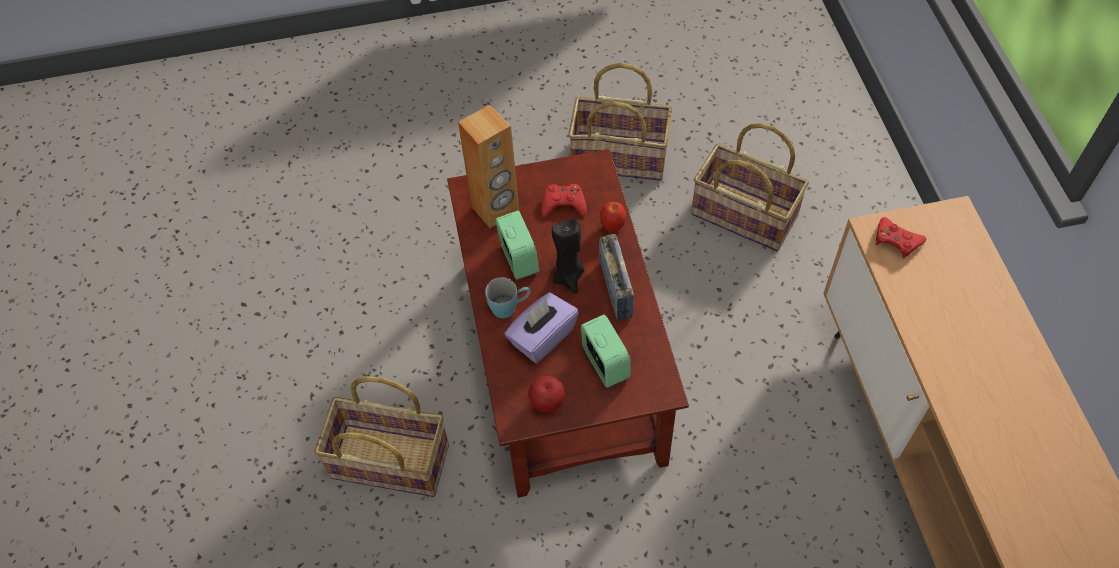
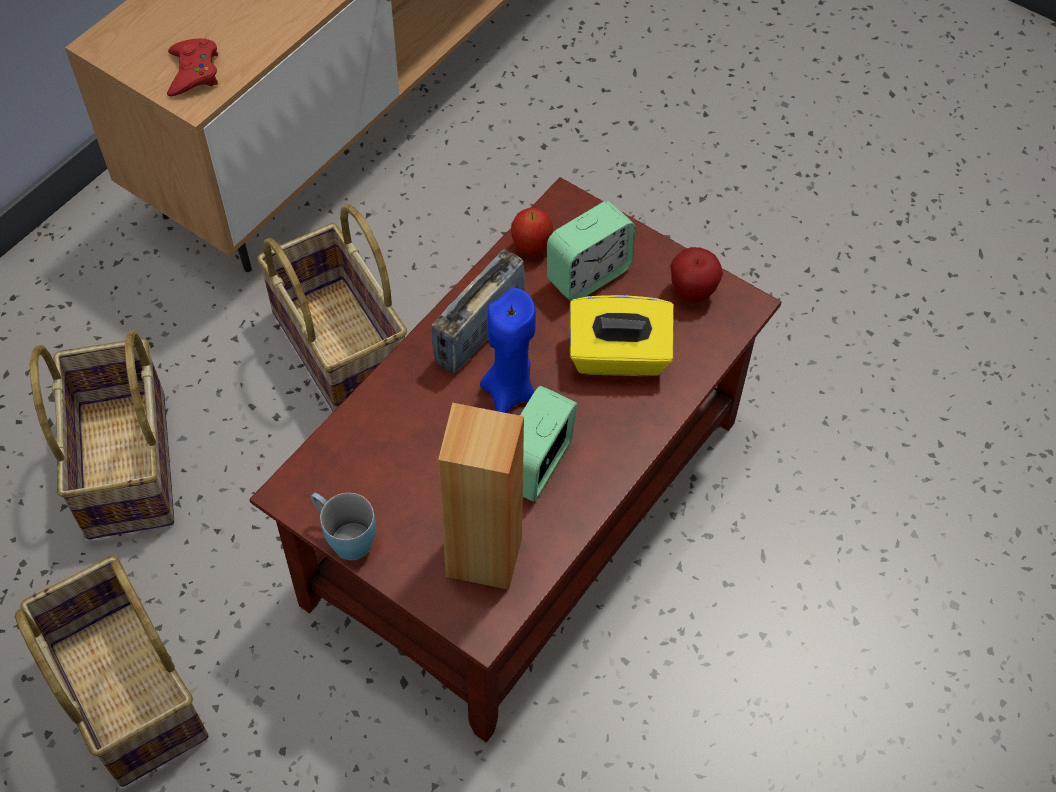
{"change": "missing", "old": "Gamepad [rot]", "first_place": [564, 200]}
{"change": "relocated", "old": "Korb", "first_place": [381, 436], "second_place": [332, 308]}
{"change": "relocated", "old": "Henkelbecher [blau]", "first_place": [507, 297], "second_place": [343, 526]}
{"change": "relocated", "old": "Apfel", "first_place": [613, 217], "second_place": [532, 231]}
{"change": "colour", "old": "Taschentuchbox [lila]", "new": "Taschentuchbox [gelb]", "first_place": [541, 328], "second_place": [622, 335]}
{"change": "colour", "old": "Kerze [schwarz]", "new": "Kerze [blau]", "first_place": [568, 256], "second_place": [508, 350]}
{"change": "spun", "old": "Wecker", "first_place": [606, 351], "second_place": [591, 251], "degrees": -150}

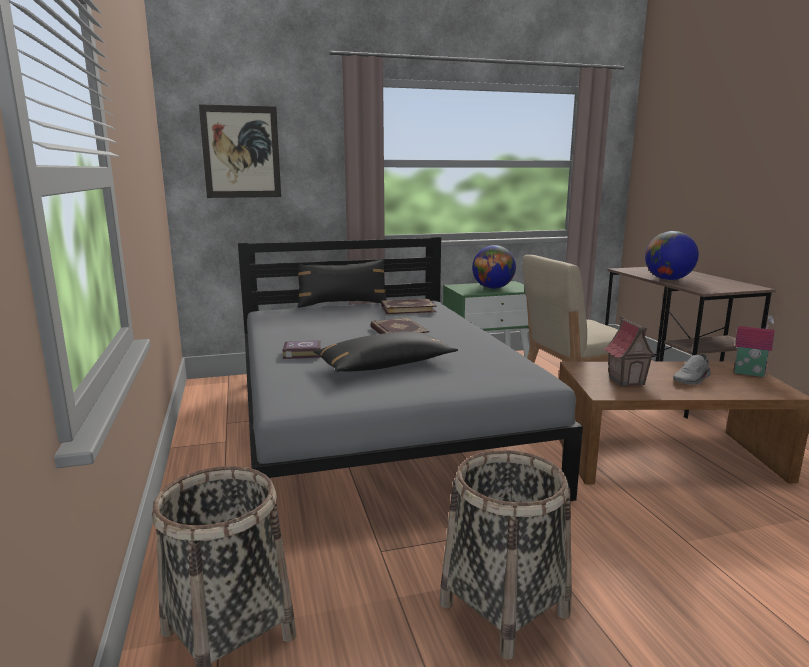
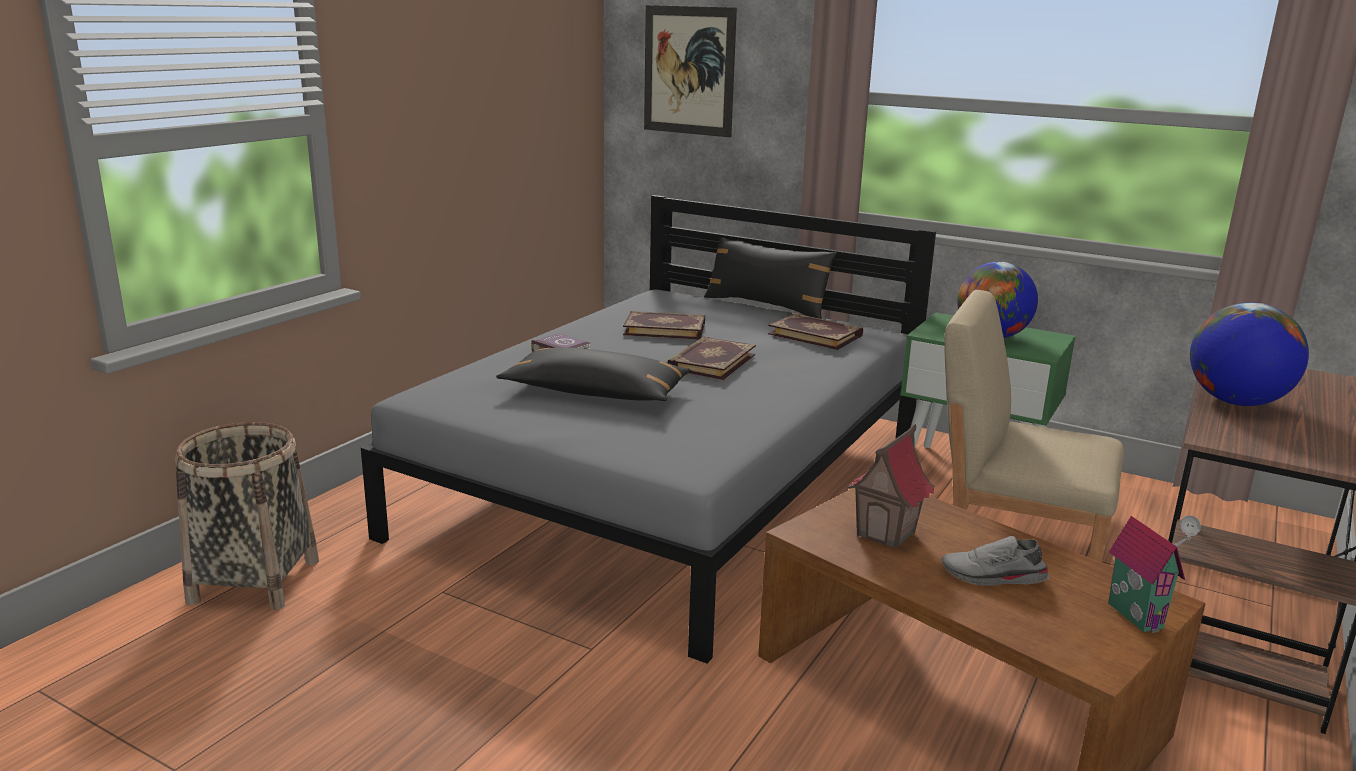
{"change": "missing", "old": "Korb", "first_place": [505, 555]}
{"change": "appeared", "new": "Buch", "second_place": [664, 325]}

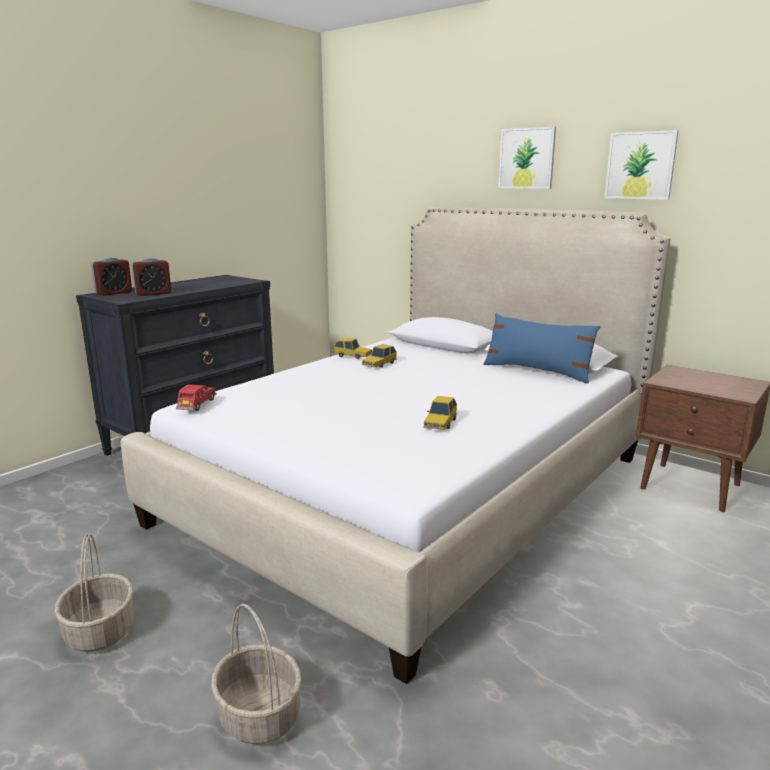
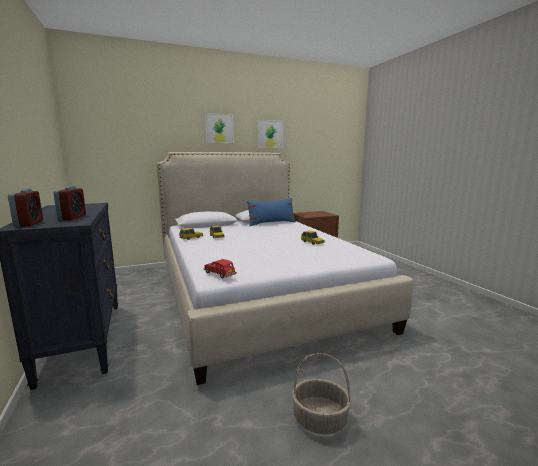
{"change": "missing", "old": "Korb", "first_place": [256, 674]}

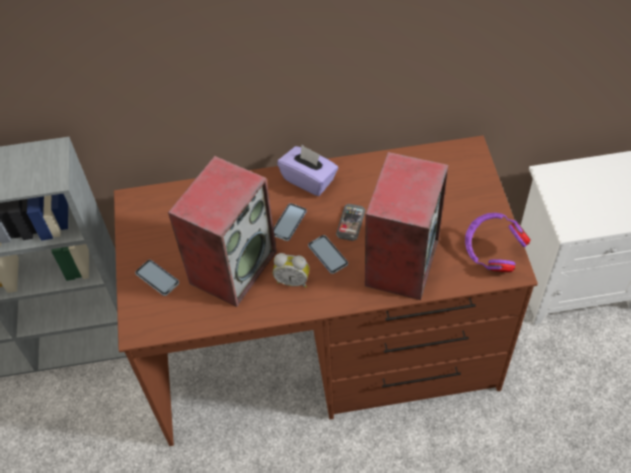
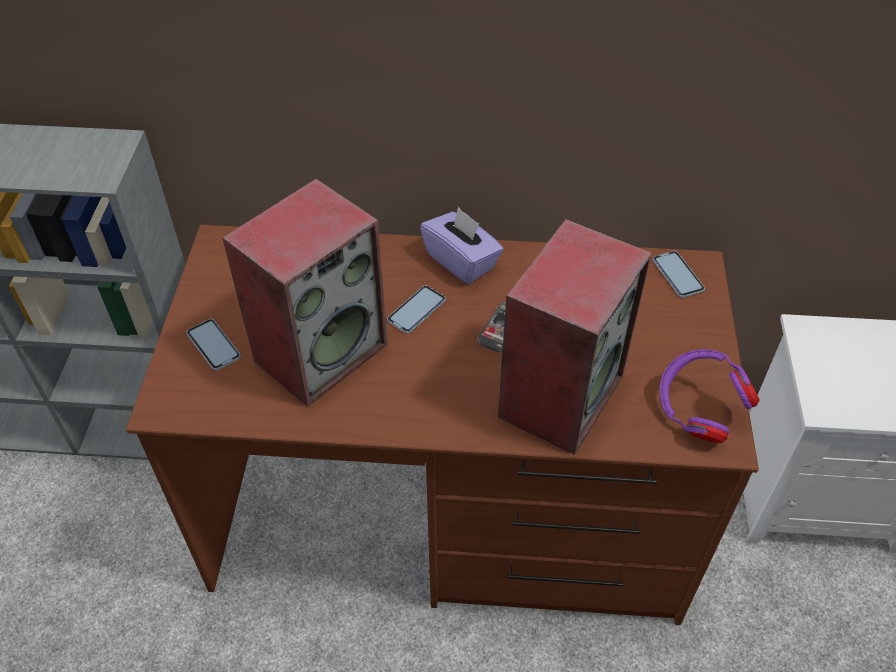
{"change": "missing", "old": "Wecker", "first_place": [291, 270]}
{"change": "relocated", "old": "Handy", "first_place": [328, 254], "second_place": [679, 274]}

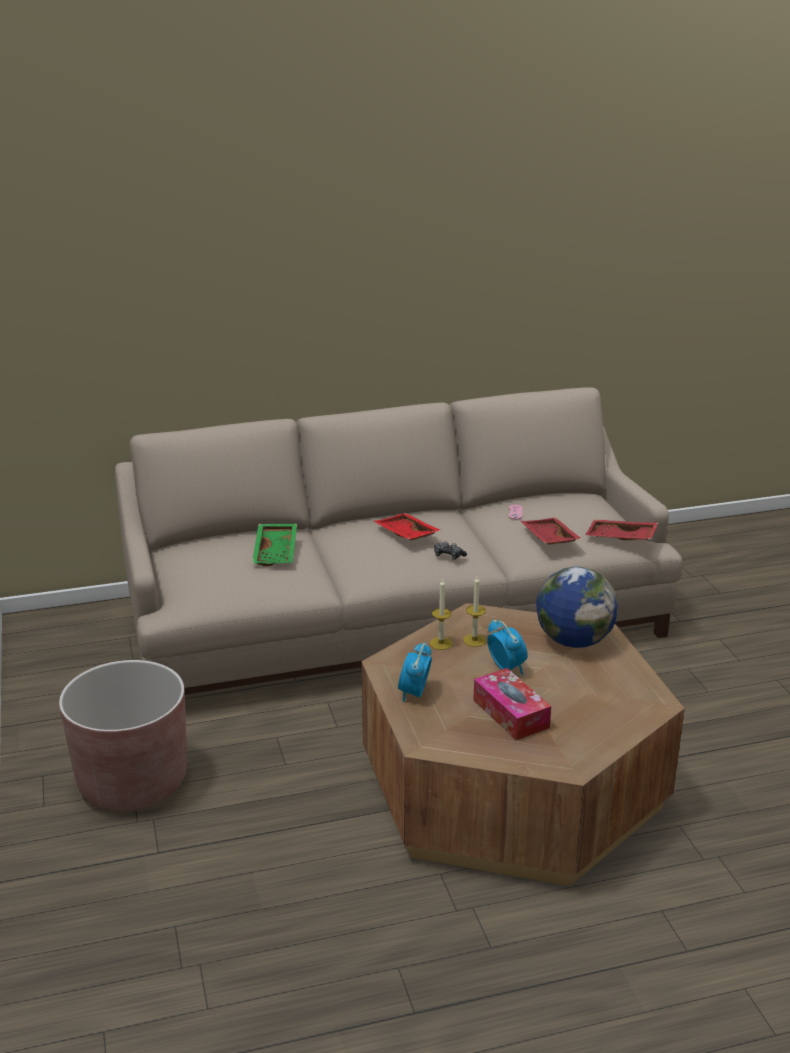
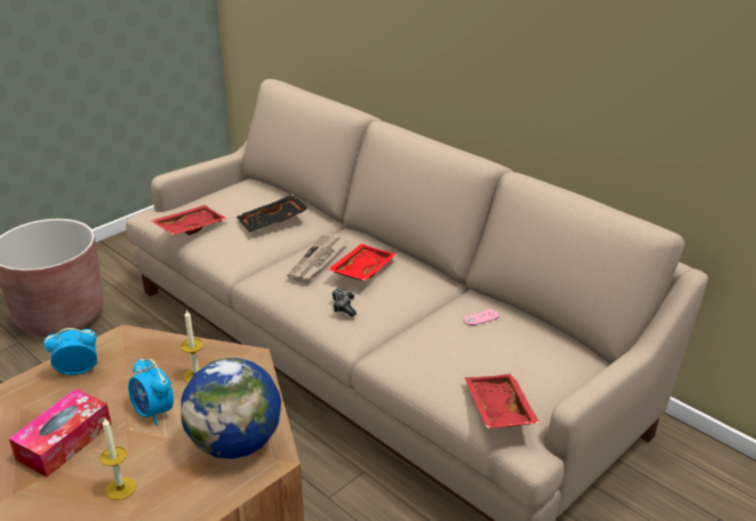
{"change": "appeared", "new": "Zeitung", "second_place": [317, 258]}
{"change": "relocated", "old": "Kerze", "first_place": [441, 614], "second_place": [118, 458]}
{"change": "relocated", "old": "Tablett [rot]", "first_place": [551, 531], "second_place": [188, 220]}
{"change": "colour", "old": "Tablett [grün]", "new": "Tablett [schwarz]", "first_place": [274, 545], "second_place": [272, 213]}
{"change": "spun", "old": "Wecker", "first_place": [507, 647], "second_place": [151, 391], "degrees": 105}

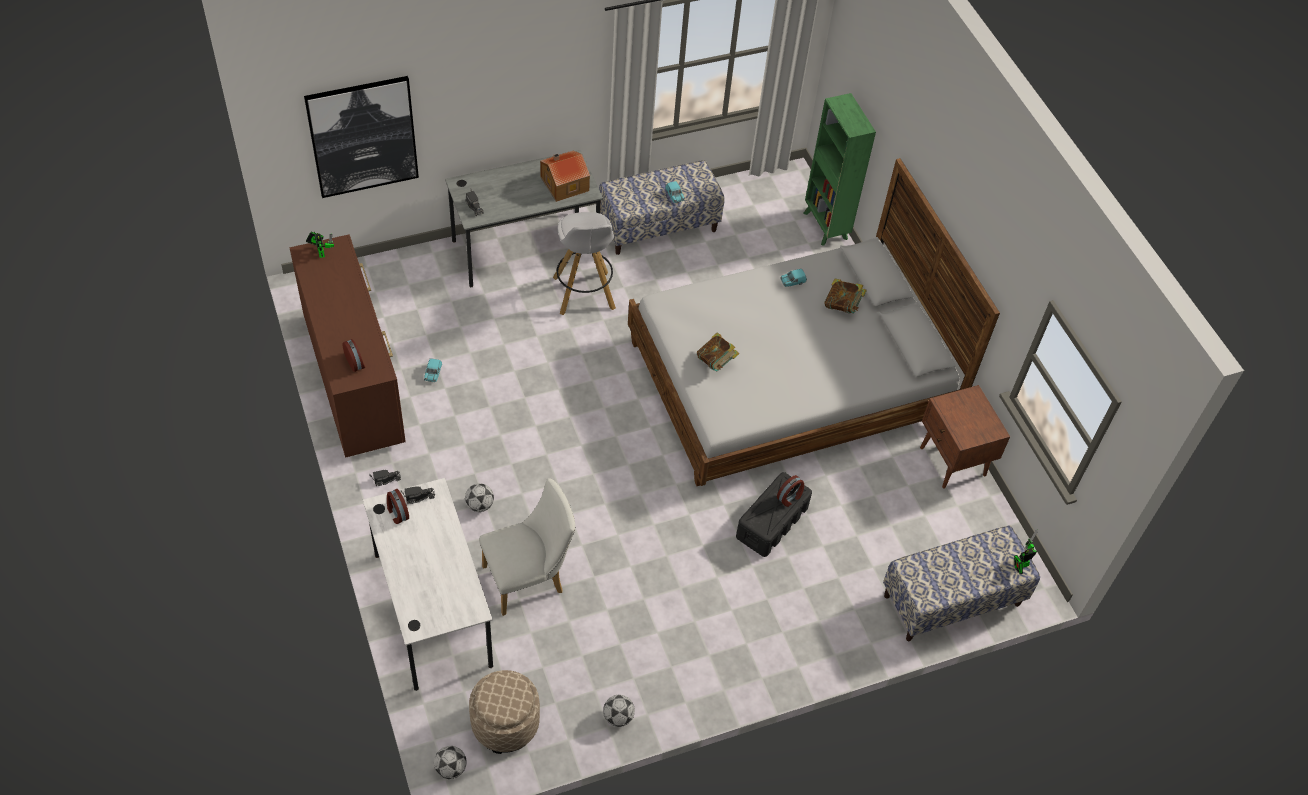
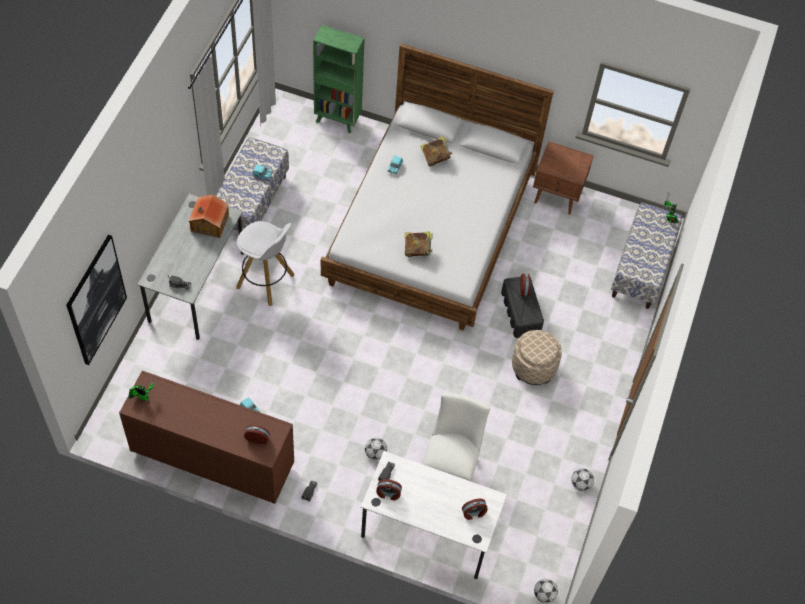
{"change": "appeared", "new": "Wecker", "second_place": [475, 509]}
{"change": "relocated", "old": "Polsterhocker [beige]", "first_place": [504, 712], "second_place": [537, 357]}

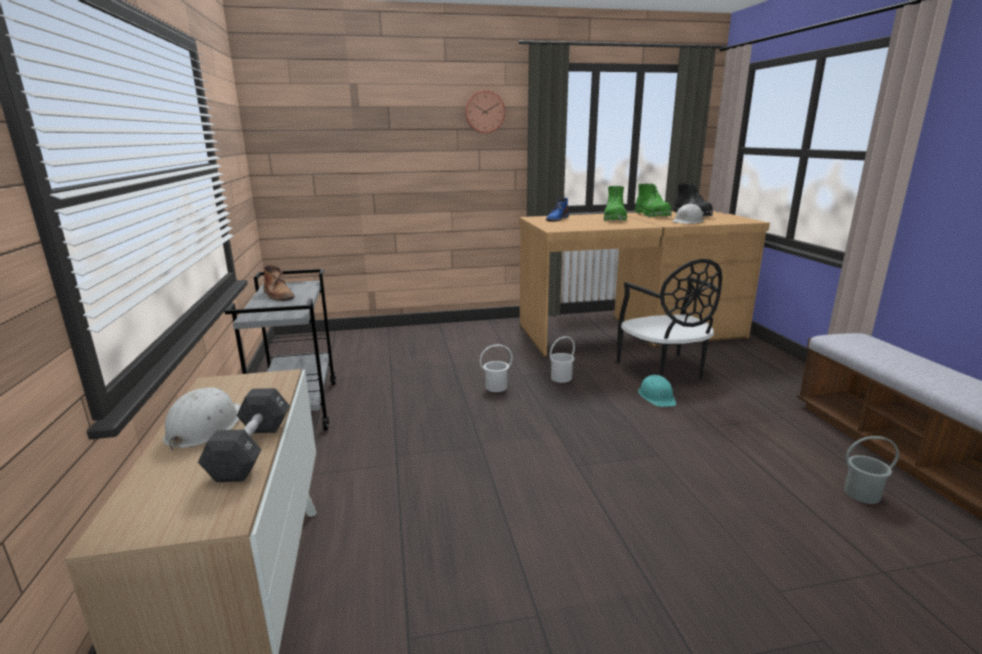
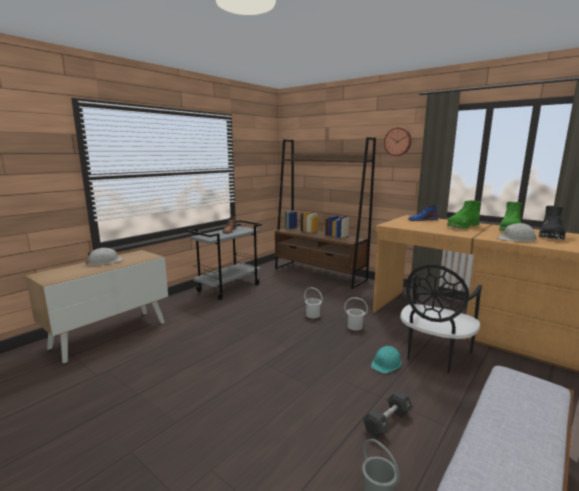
{"change": "appeared", "new": "Bücherregal [braun]", "second_place": [325, 213]}
{"change": "relocated", "old": "Hantel [schwarz]", "first_place": [244, 435], "second_place": [388, 414]}

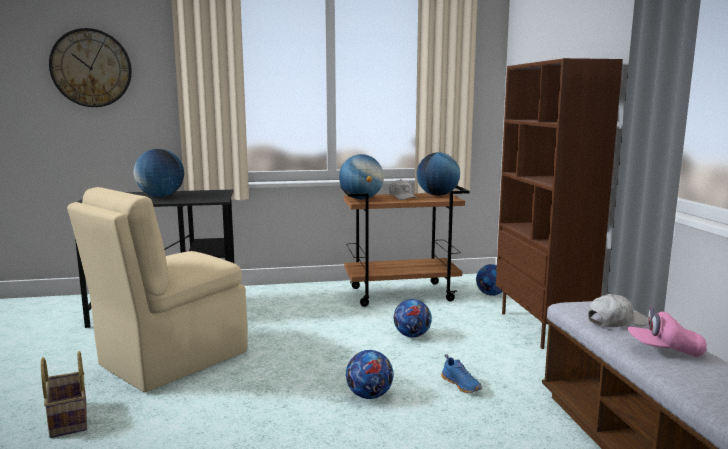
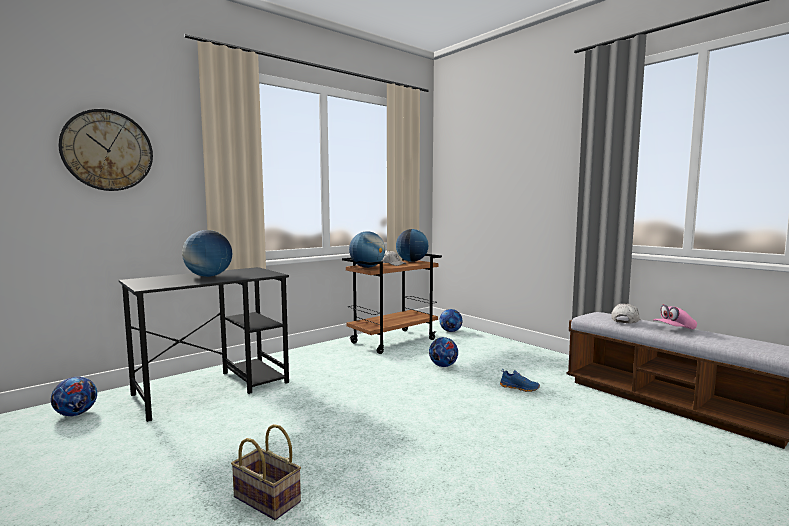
{"change": "missing", "old": "Stuhl [beige]", "first_place": [157, 289]}
{"change": "missing", "old": "Bücherregal [braun]", "first_place": [559, 203]}
{"change": "relocated", "old": "Fußball", "first_place": [369, 374], "second_place": [74, 396]}

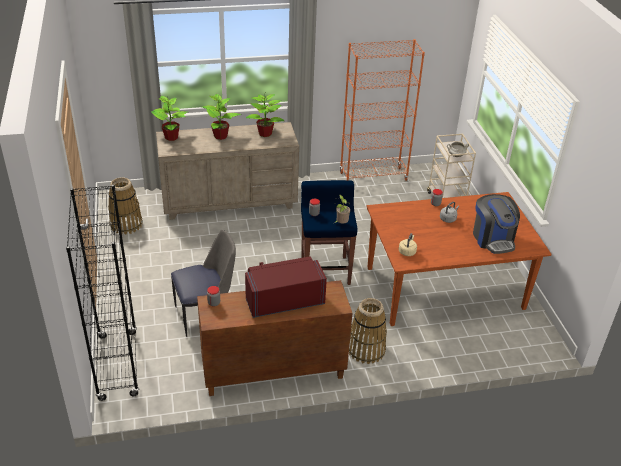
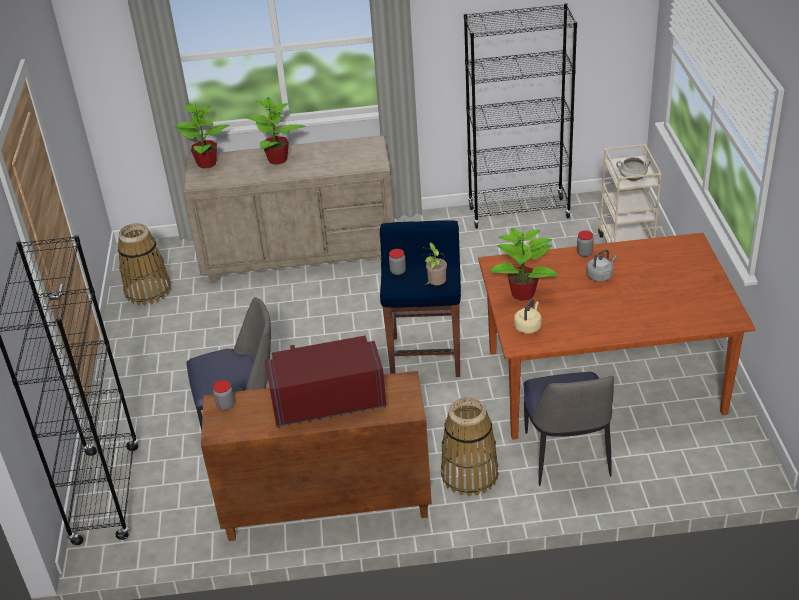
{"change": "missing", "old": "Kaffeemaschine", "first_place": [496, 224]}
{"change": "appeared", "new": "Stuhl", "second_place": [569, 429]}
{"change": "relocated", "old": "Topfpflanze", "first_place": [265, 115], "second_place": [524, 264]}
{"change": "colour", "old": "Bücherregal [orange]", "new": "Bücherregal [schwarz]", "first_place": [382, 110], "second_place": [520, 115]}

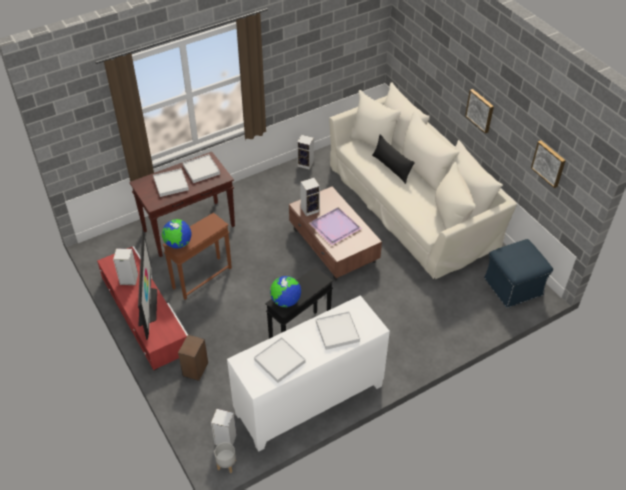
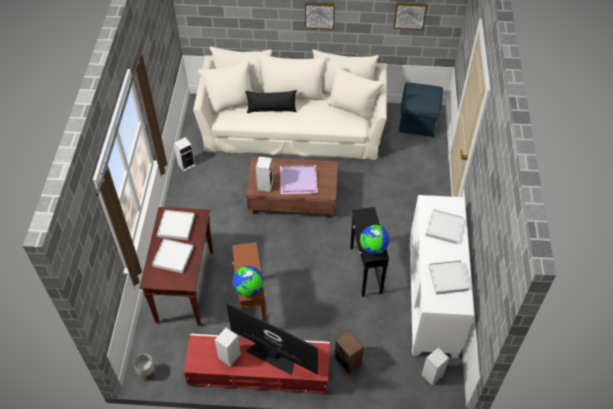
{"change": "relocated", "old": "Pflanzkübel [grau]", "first_place": [225, 457], "second_place": [145, 367]}

